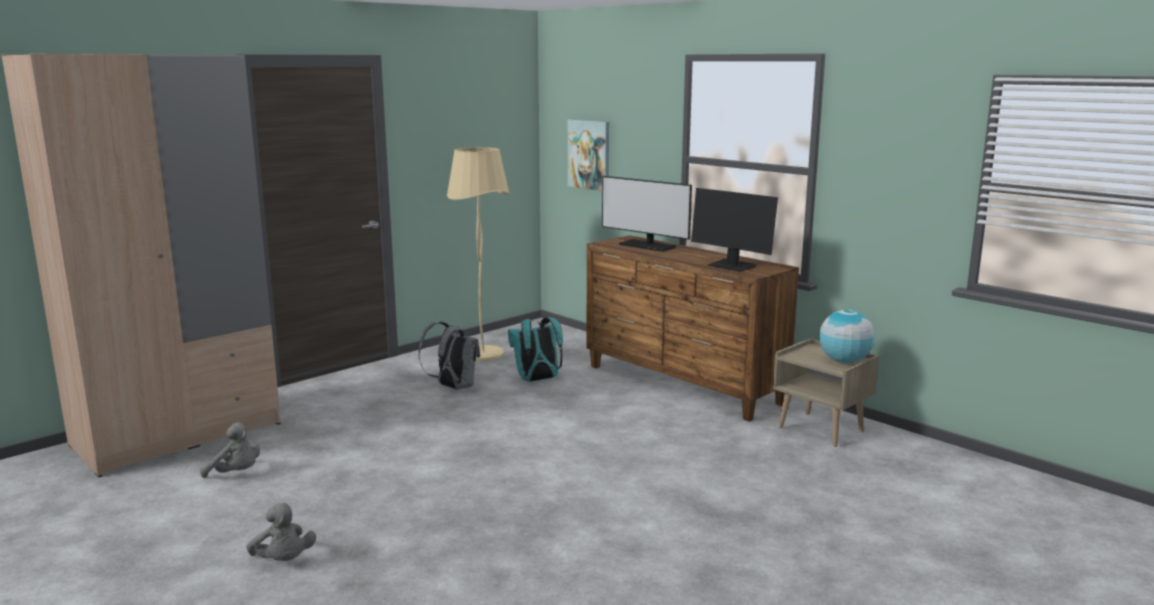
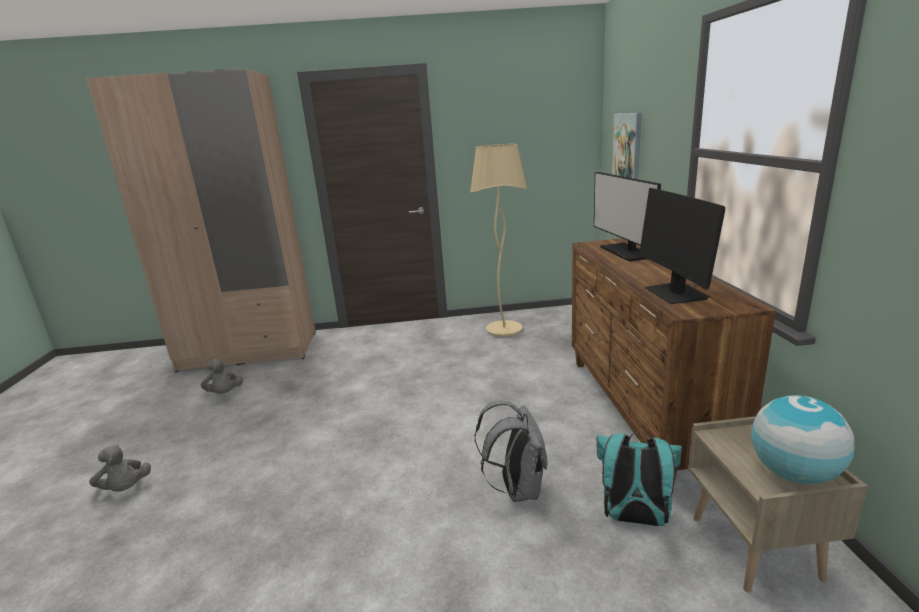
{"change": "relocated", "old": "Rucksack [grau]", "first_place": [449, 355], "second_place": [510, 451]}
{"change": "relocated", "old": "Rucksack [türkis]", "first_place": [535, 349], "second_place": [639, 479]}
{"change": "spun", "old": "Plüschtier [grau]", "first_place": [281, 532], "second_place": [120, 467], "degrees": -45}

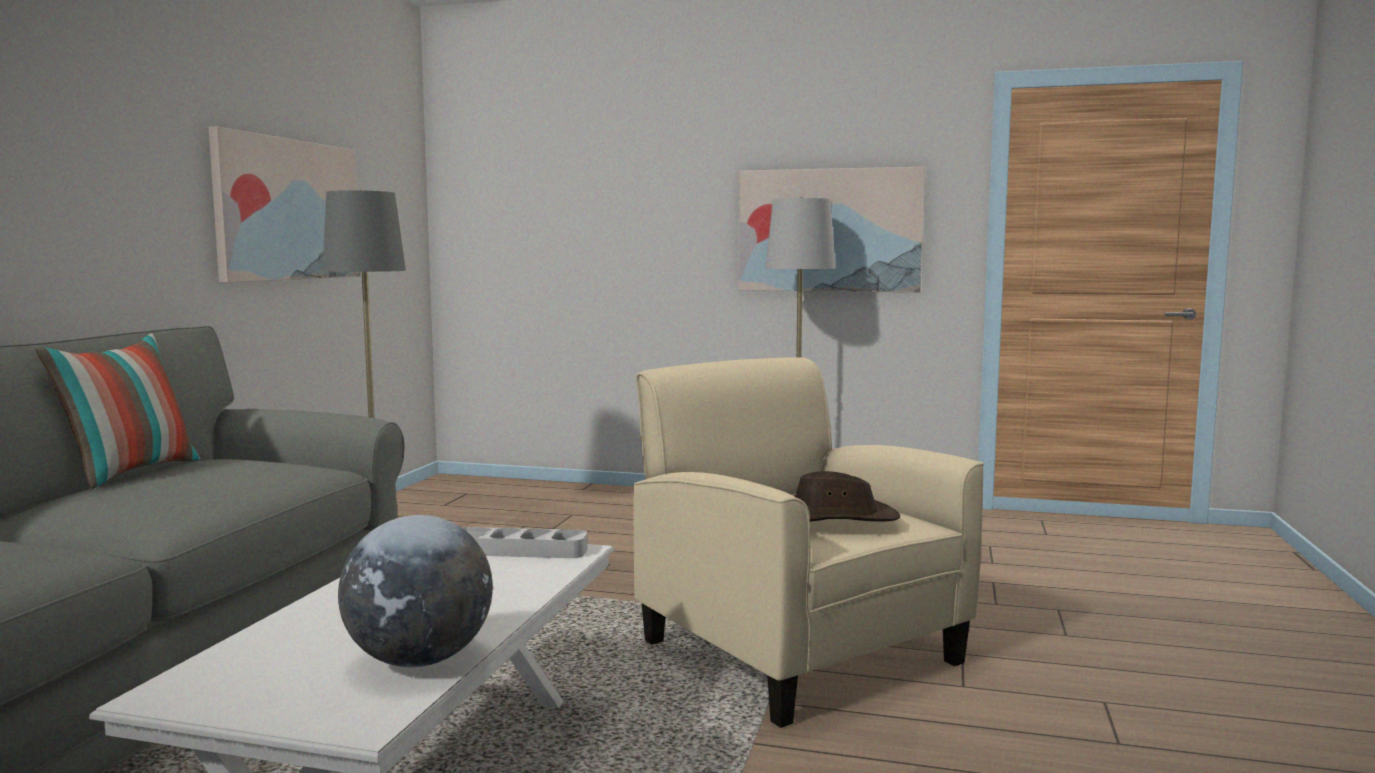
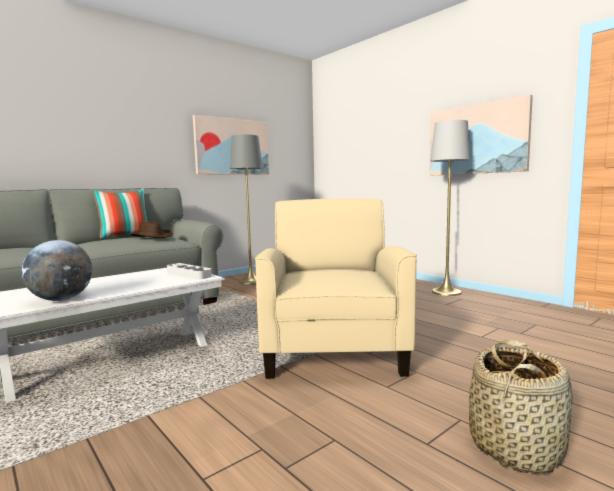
{"change": "appeared", "new": "Korb", "second_place": [521, 407]}
{"change": "relocated", "old": "Hut [braun]", "first_place": [847, 496], "second_place": [151, 229]}

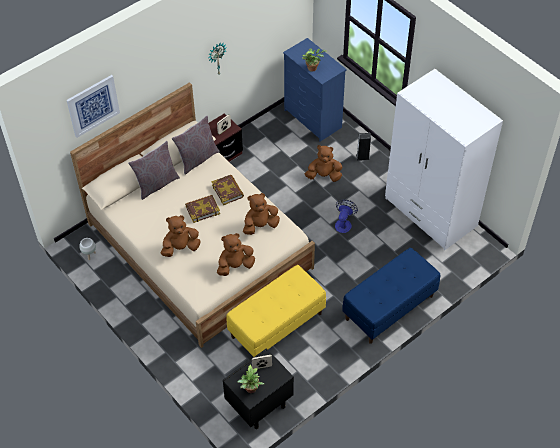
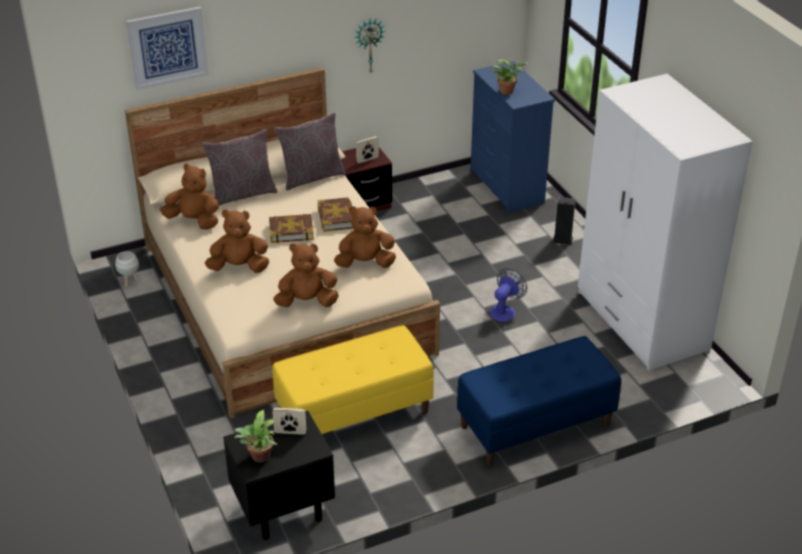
{"change": "relocated", "old": "Plüschtier [braun]", "first_place": [323, 163], "second_place": [189, 197]}

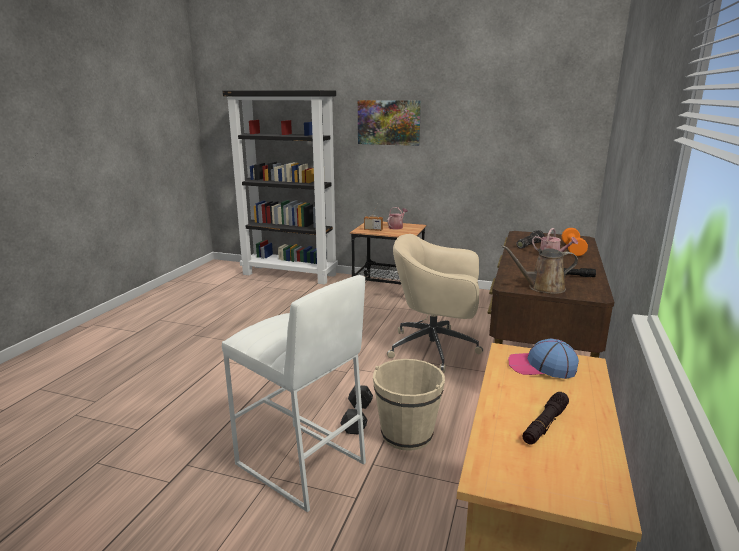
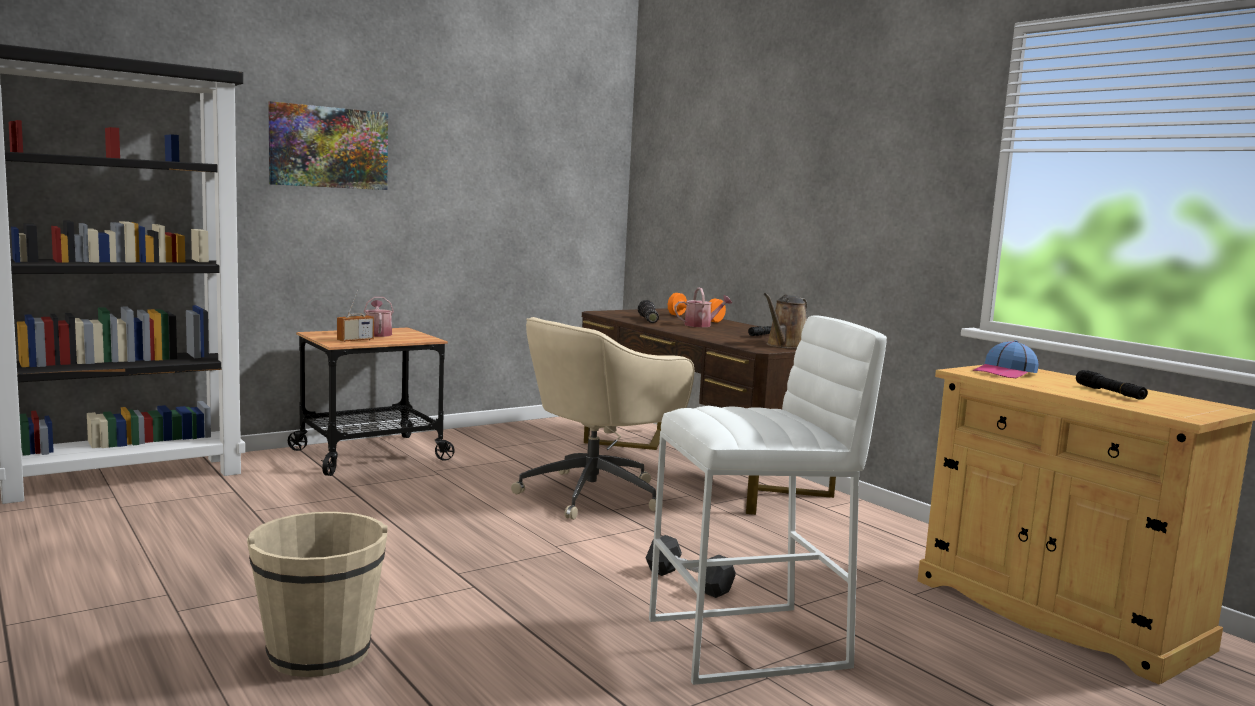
{"change": "relocated", "old": "Eimer [beige]", "first_place": [409, 405], "second_place": [317, 594]}

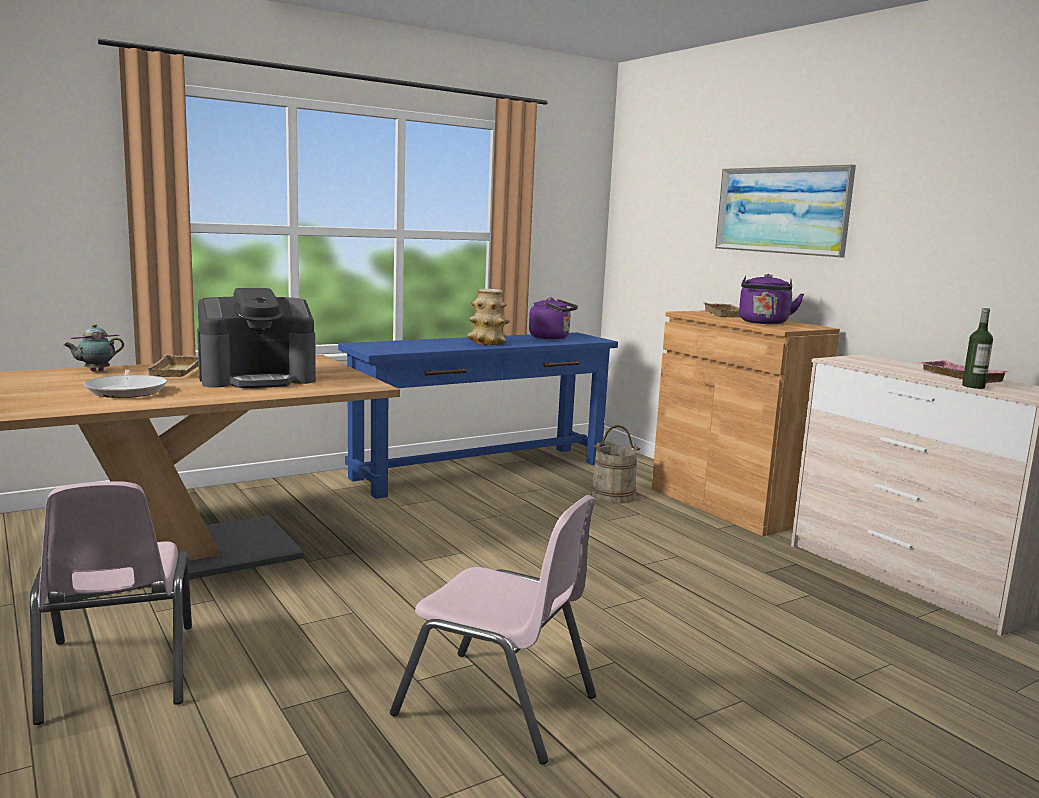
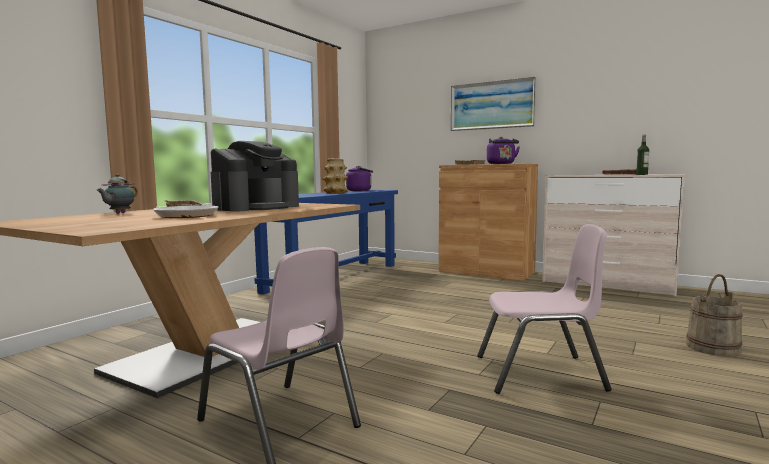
{"change": "relocated", "old": "Eimer [beige]", "first_place": [615, 464], "second_place": [714, 315]}

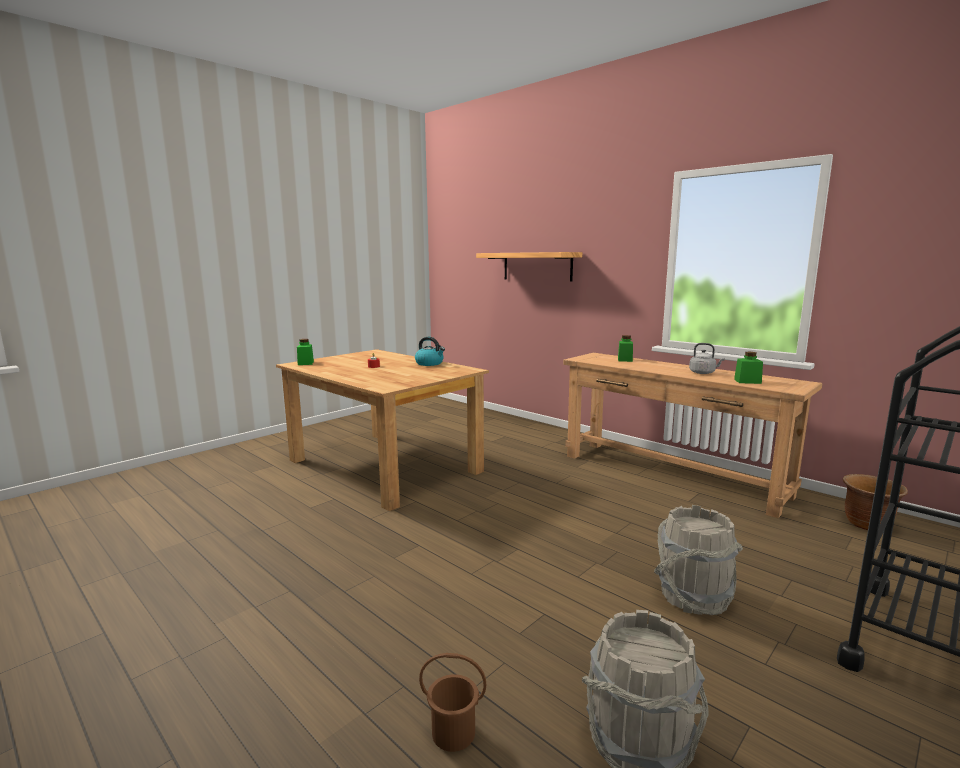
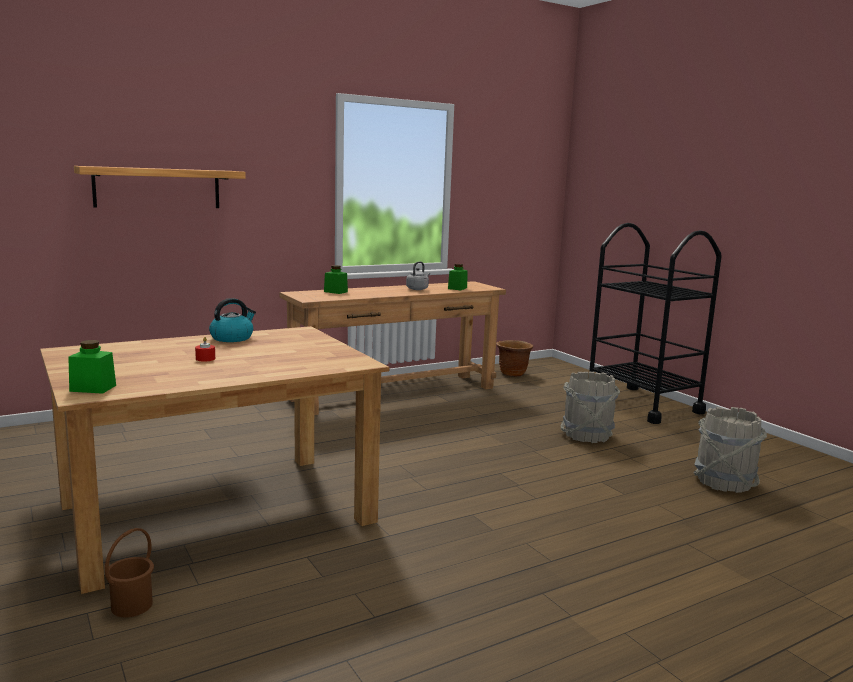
{"change": "relocated", "old": "Eimer [braun]", "first_place": [452, 702], "second_place": [129, 572]}

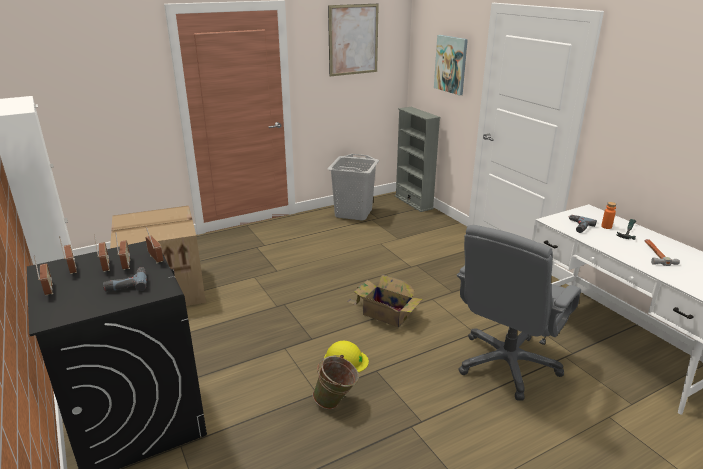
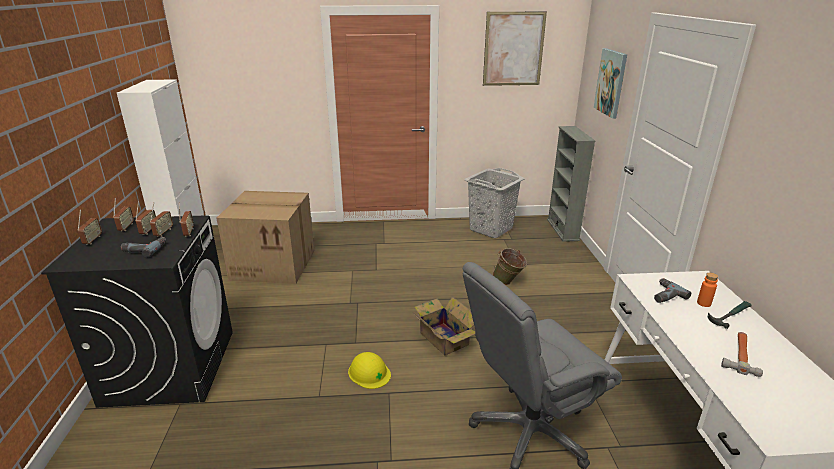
{"change": "relocated", "old": "Eimer [grün]", "first_place": [336, 382], "second_place": [510, 266]}

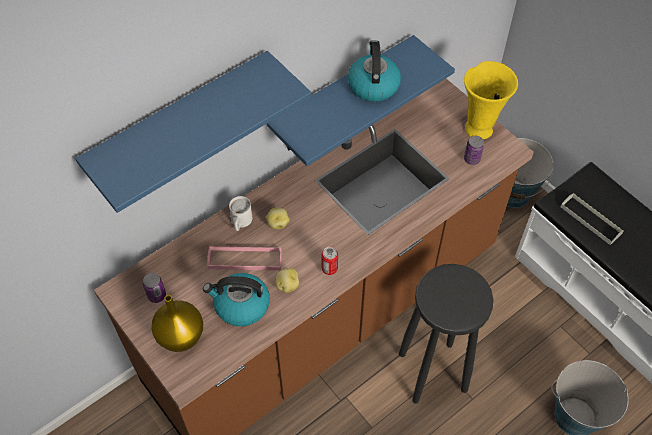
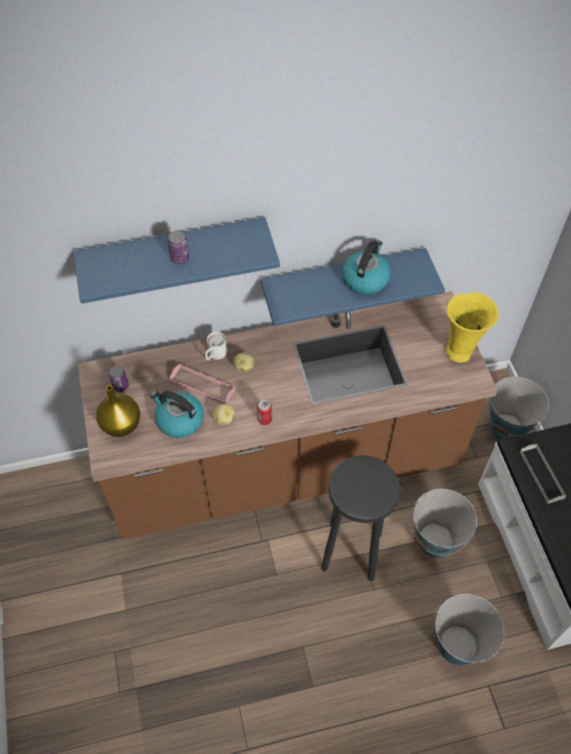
{"change": "appeared", "new": "Eimer", "second_place": [443, 523]}
{"change": "relocated", "old": "Dose", "first_place": [474, 150], "second_place": [178, 248]}

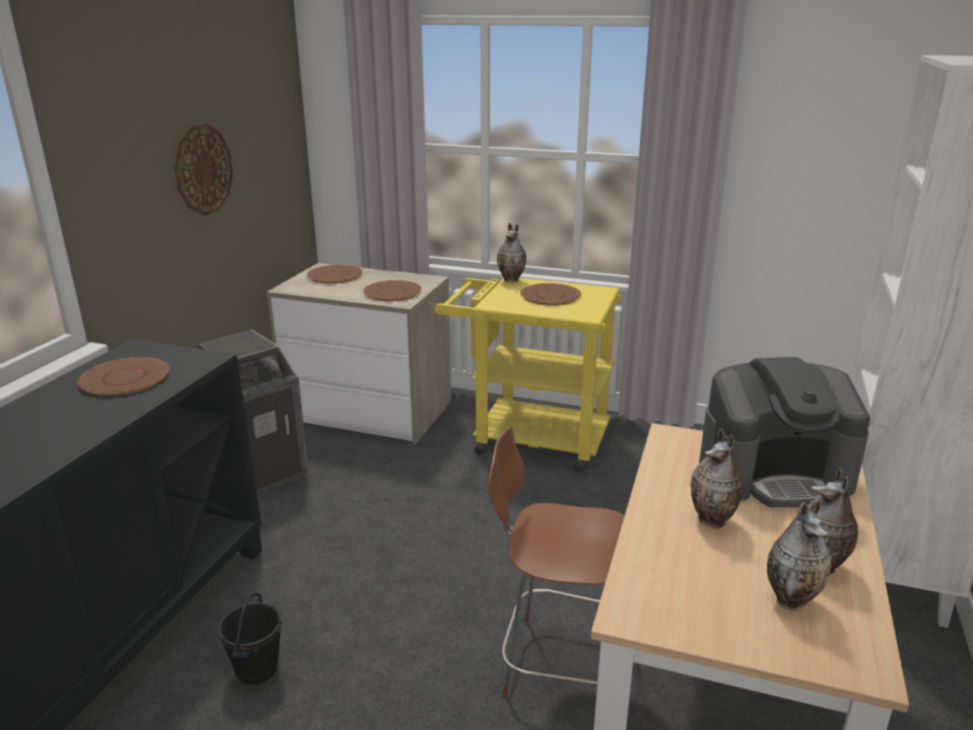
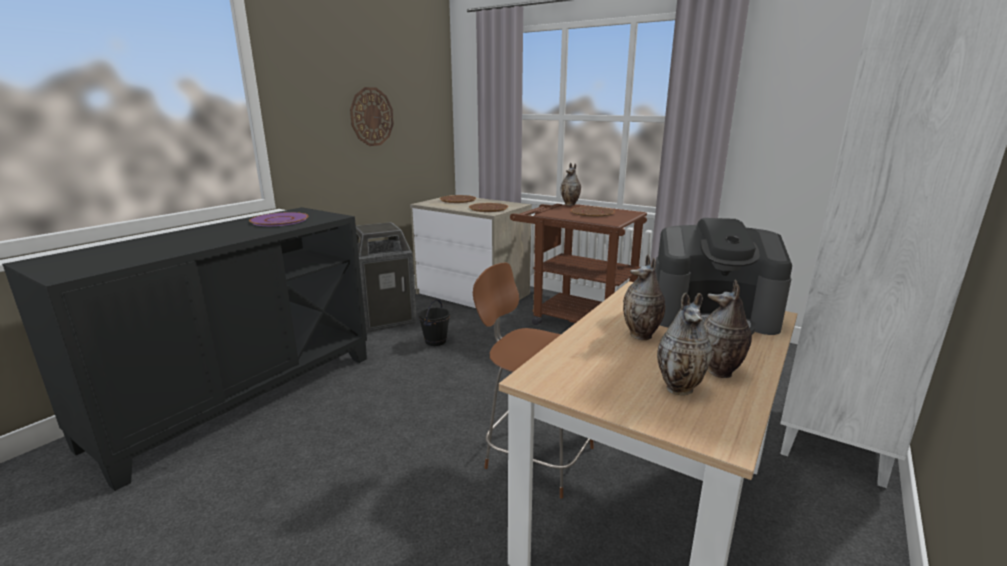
{"change": "relocated", "old": "Eimer [schwarz]", "first_place": [250, 638], "second_place": [434, 322]}
{"change": "colour", "old": "Teller [braun]", "new": "Teller [lila]", "first_place": [123, 376], "second_place": [278, 219]}
{"change": "colour", "old": "Rollwagen [gelb]", "new": "Rollwagen [braun]", "first_place": [527, 375], "second_place": [578, 264]}

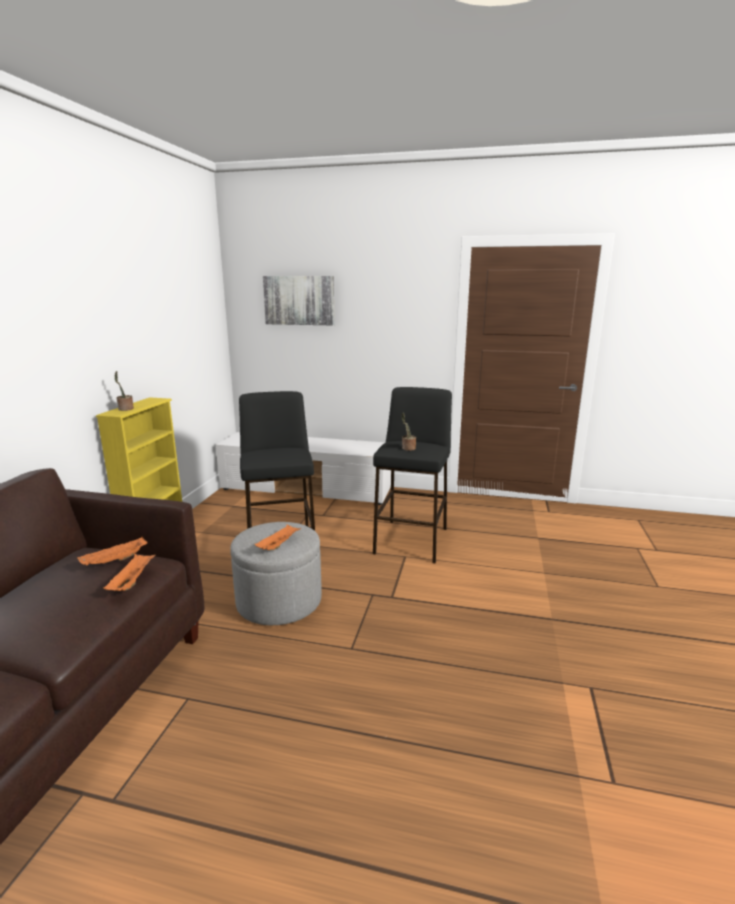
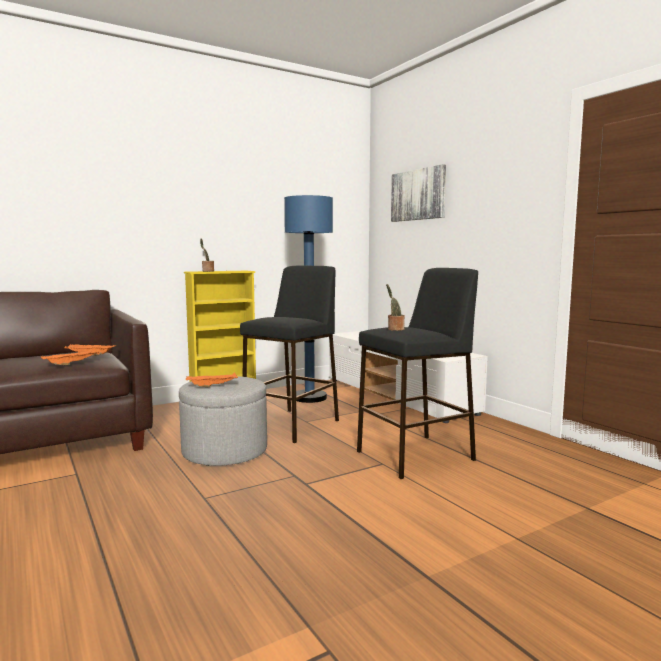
{"change": "appeared", "new": "Stehlampe [blau]", "second_place": [308, 299]}

